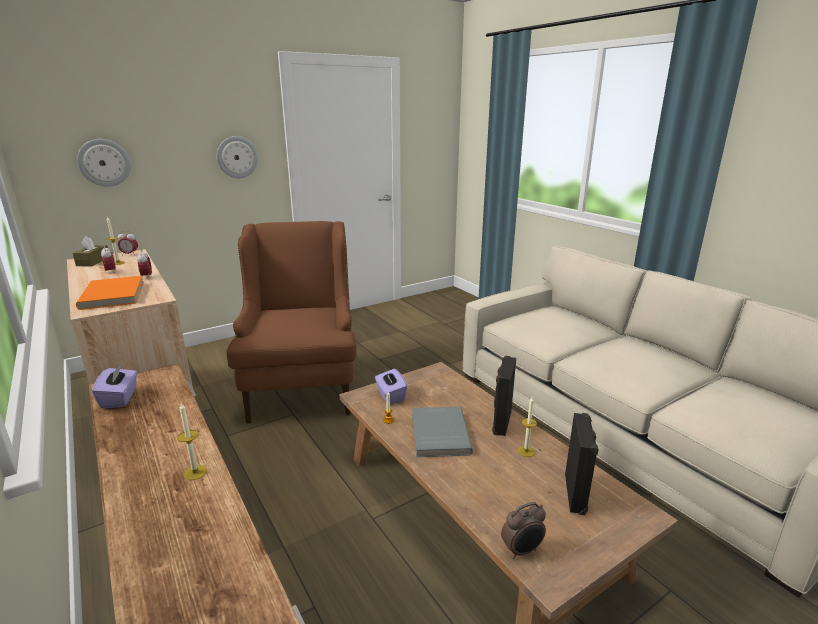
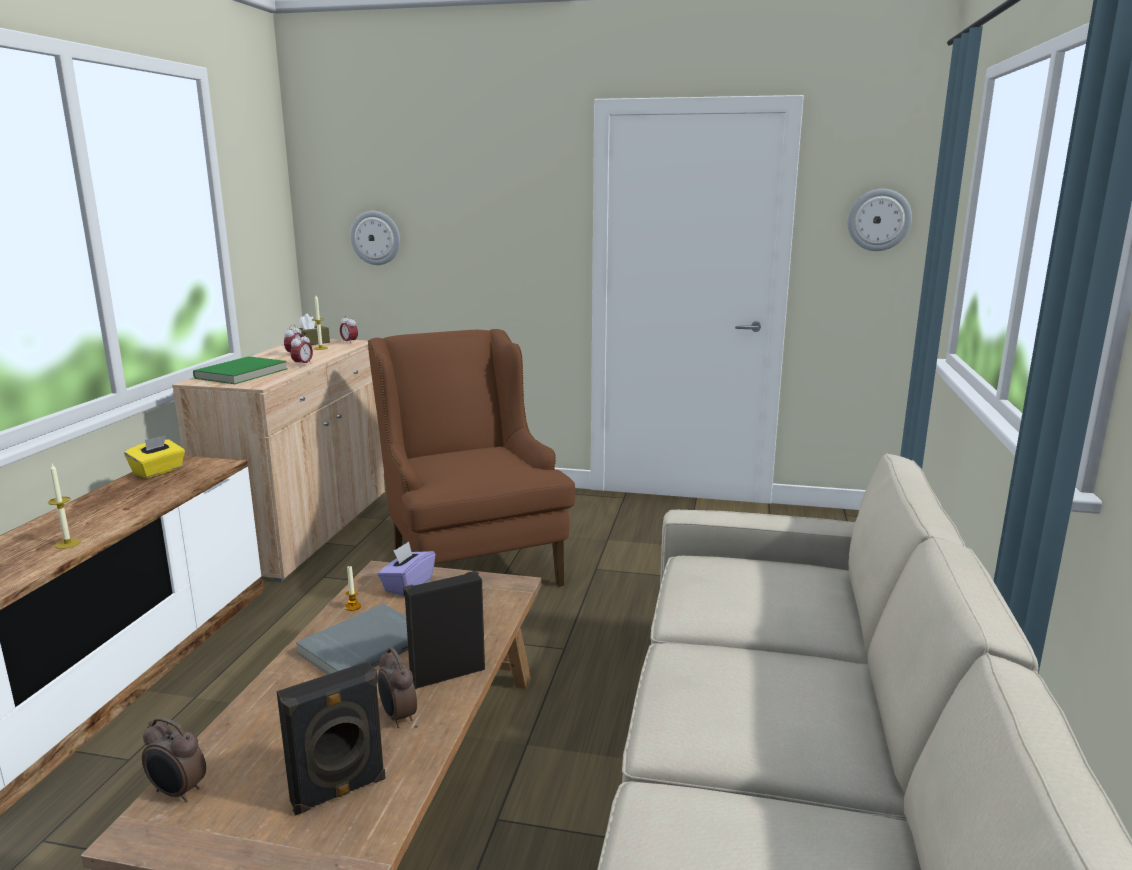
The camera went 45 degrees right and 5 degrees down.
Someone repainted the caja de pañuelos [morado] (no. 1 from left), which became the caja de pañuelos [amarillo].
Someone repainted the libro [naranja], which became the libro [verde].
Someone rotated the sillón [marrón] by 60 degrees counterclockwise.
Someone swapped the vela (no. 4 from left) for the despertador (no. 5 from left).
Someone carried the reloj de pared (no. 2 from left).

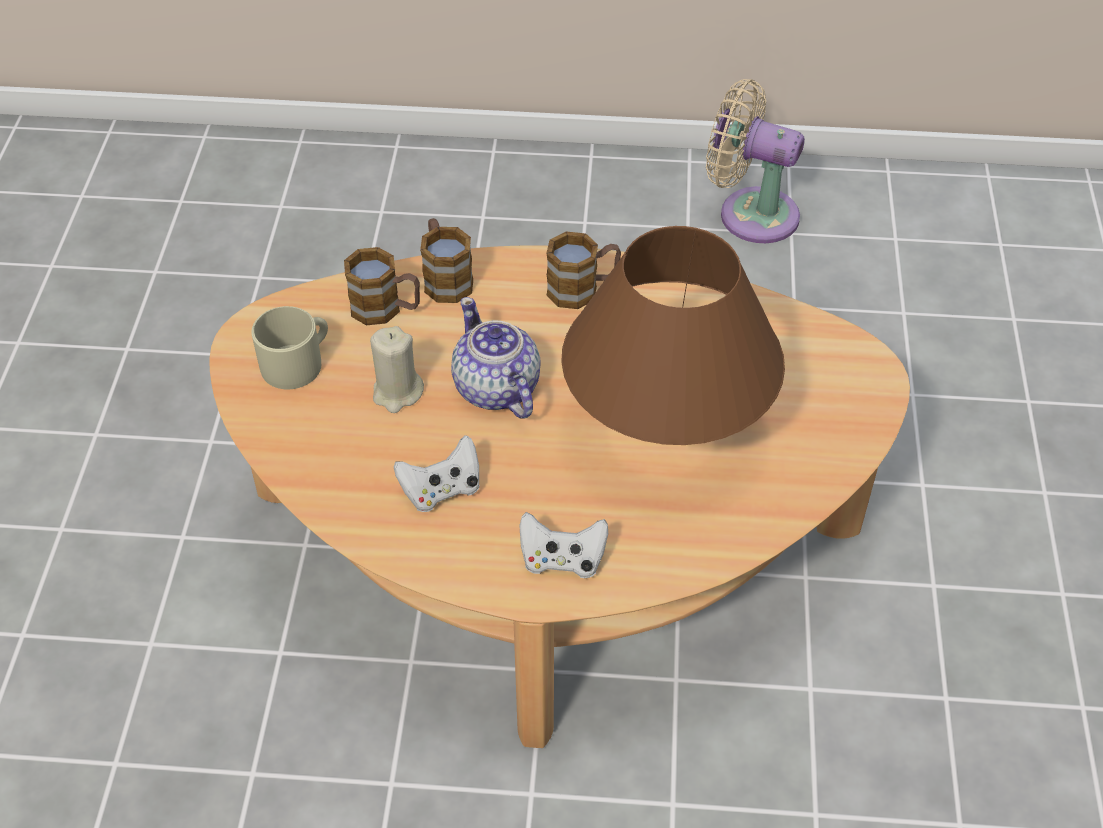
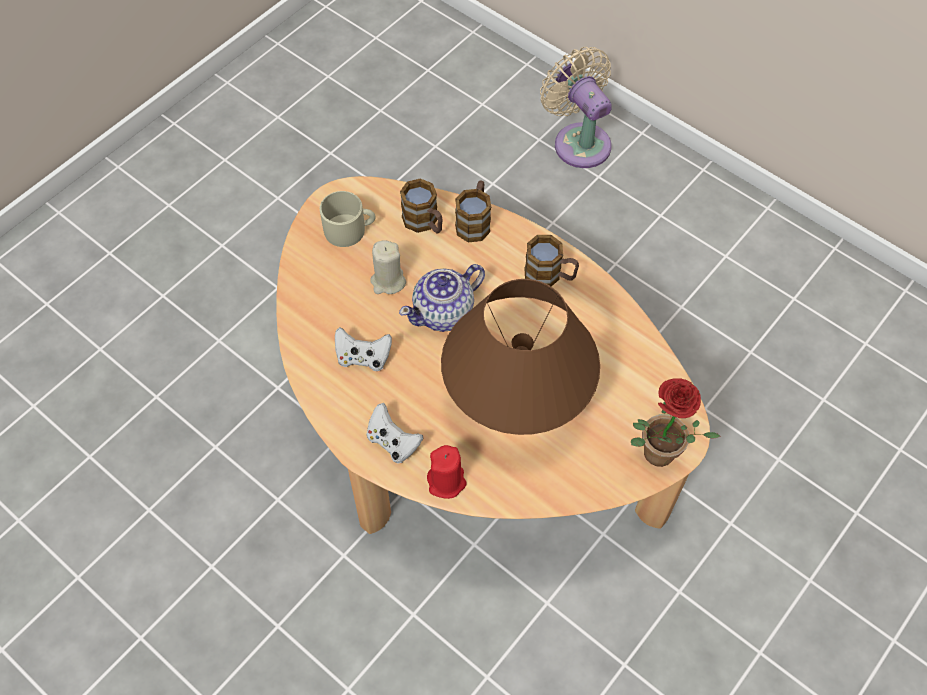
The camera went 35 degrees right and 10 degrees up.
Someone rotated the tetera by 135 degrees counterclockwise.
Someone put down the vela [rojo].
Someone carried the ventilador [beis].
Someone put down the planta en maceta.

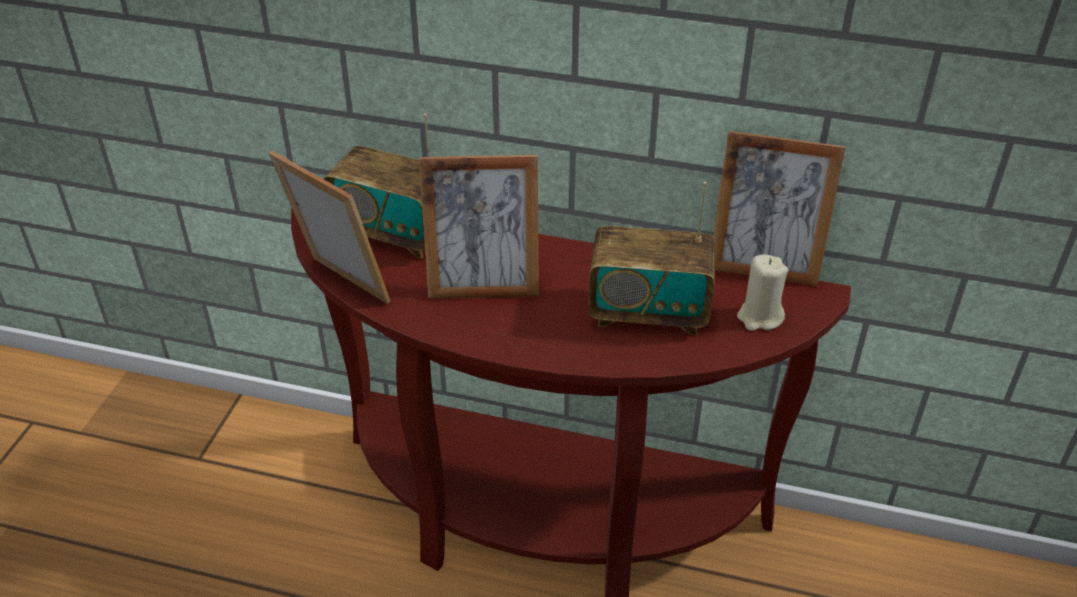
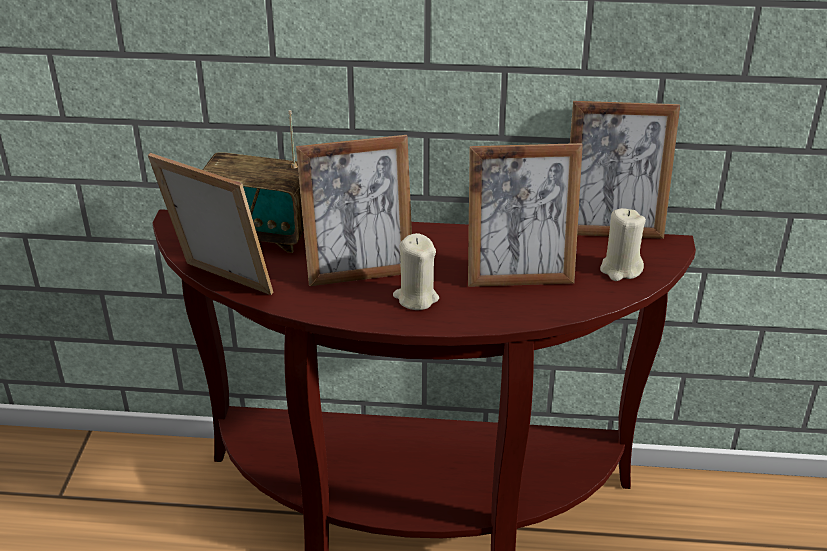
The camera went 10 degrees left and 5 degrees down.
Someone put down the vela [beis] (no. 1 from left).
Someone swapped the radio (no. 2 from left) for the portarretratos (no. 3 from left).

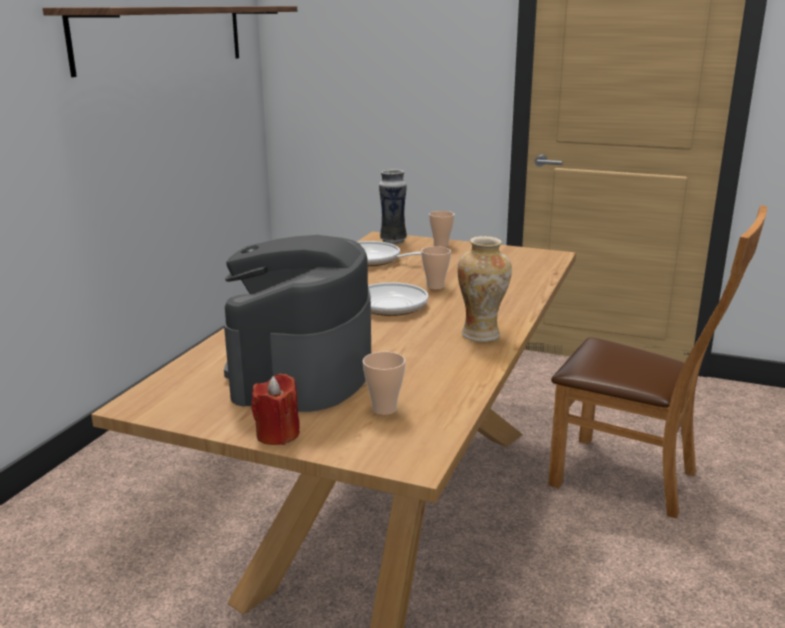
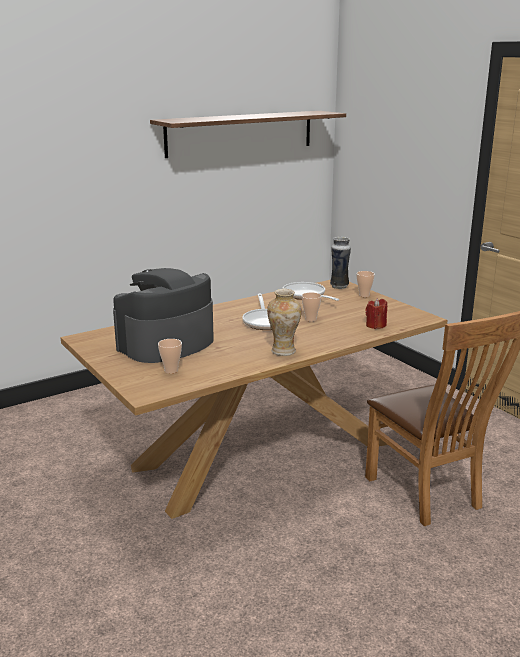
The camera went 35 degrees right and 0 degrees up.
Someone carried the vela [rojo].

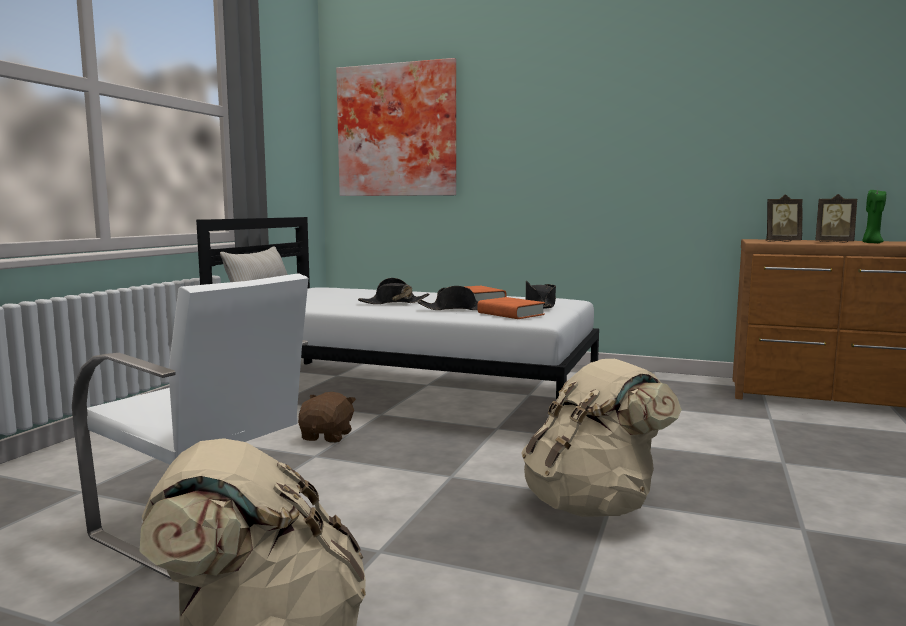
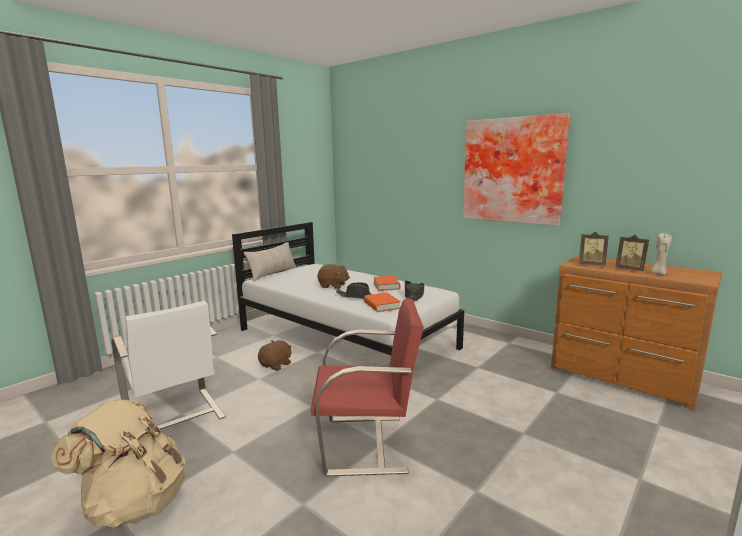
The camera went 20 degrees right and 5 degrees up.
Someone swapped the mochila [beis] (no. 2 from left) for the silla [rojo].
Someone swapped the sombrero [negro] (no. 1 from left) for the peluche [marrón] (no. 2 from left).
Someone carried the cuadro.
Someone repainted the vela [verde], which became the vela [beis].

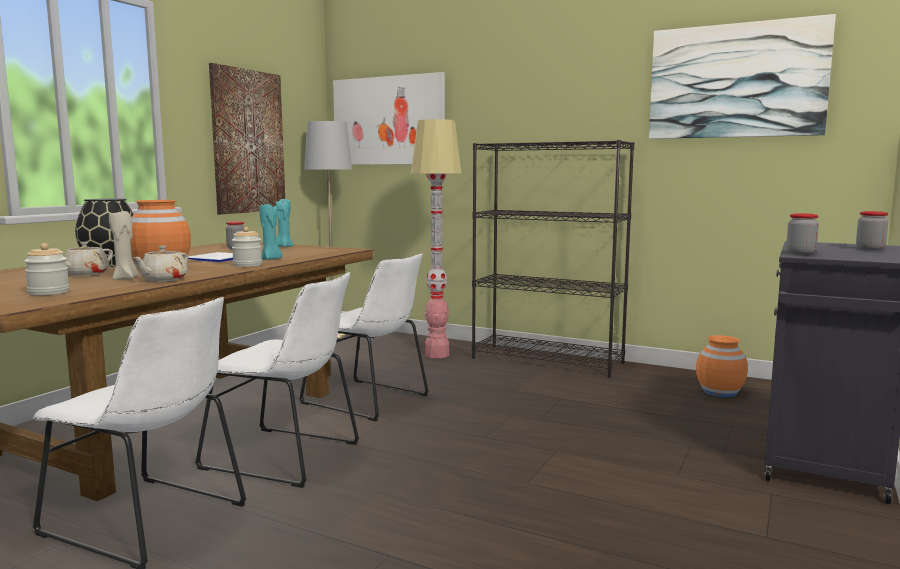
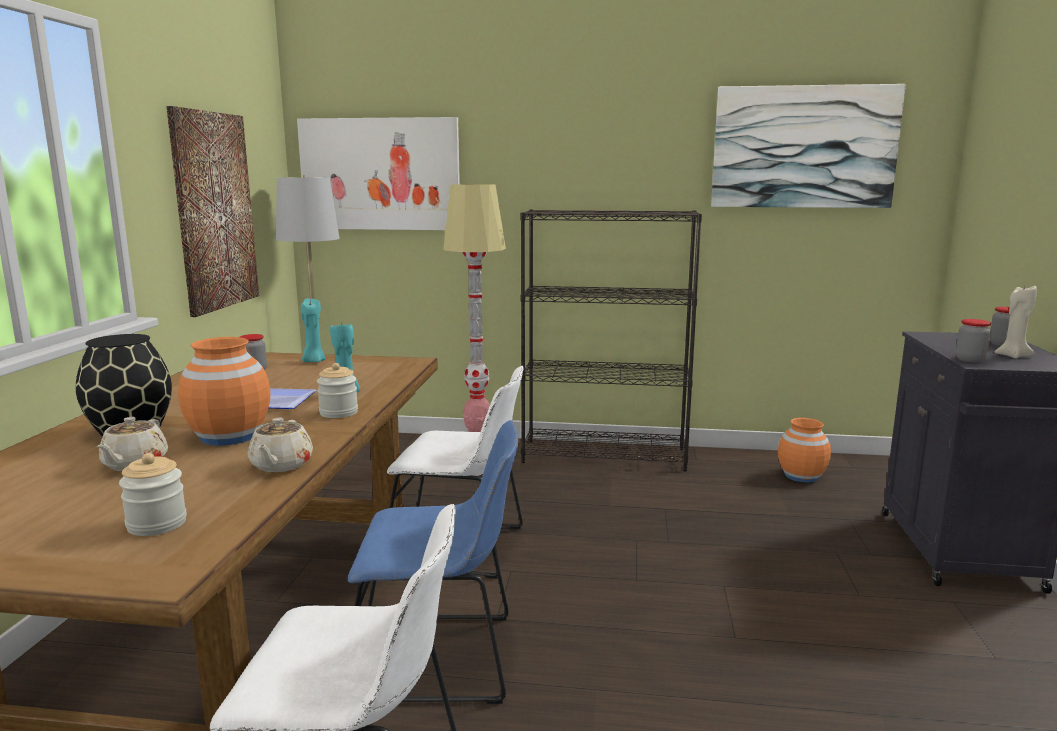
The camera went 20 degrees left and 5 degrees up.
Someone repainted the silla [blanco] (no. 2 from left), which became the silla [azul].
Someone carried the vela [beis].

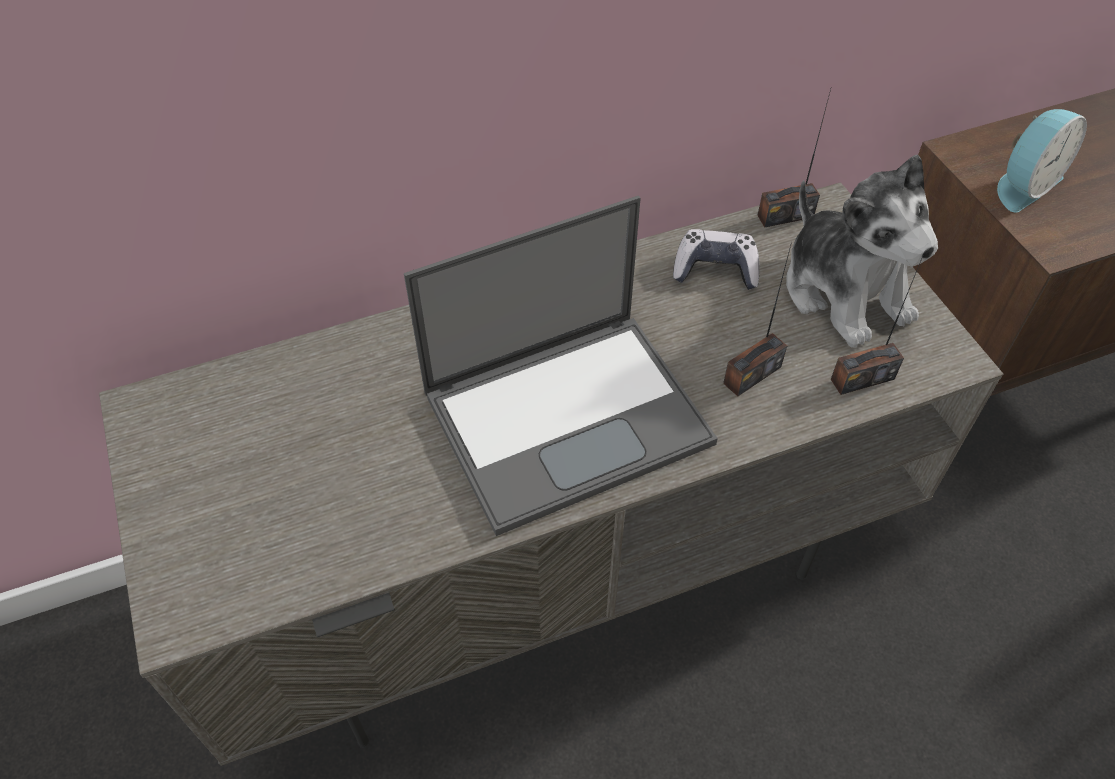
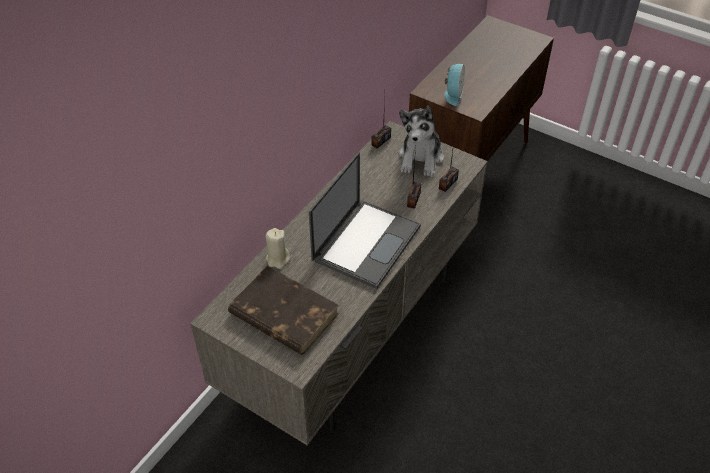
The camera went 35 degrees left and 5 degrees down.
Someone put down the libro [marrón].
Someone put down the vela [beis].
Someone rotated the peluche by 75 degrees clockwise.
Someone took away the mando de consola.

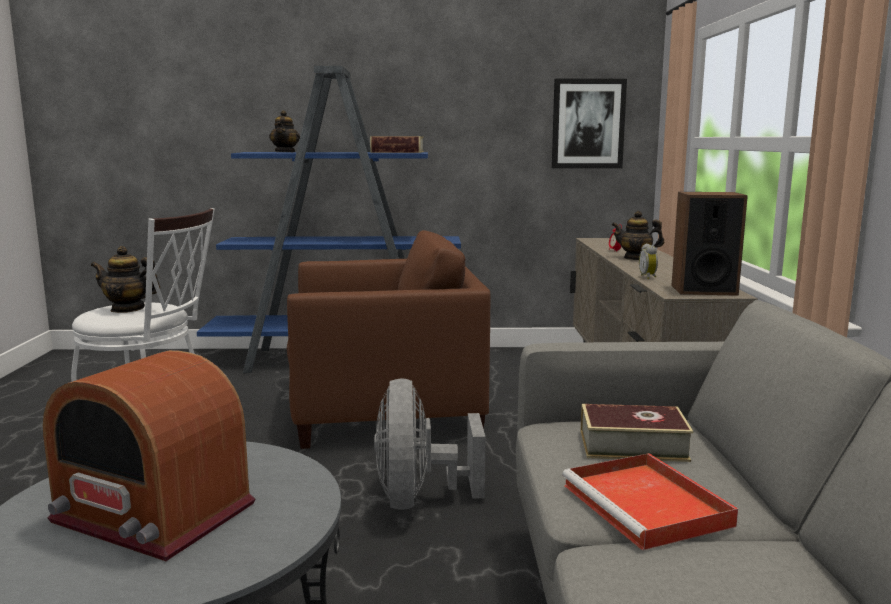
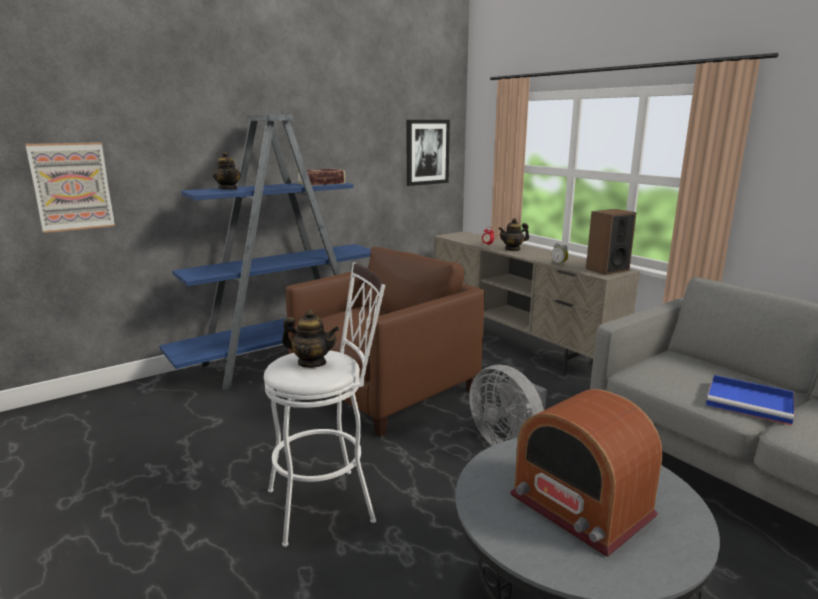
The camera went 35 degrees left and 5 degrees up.
Someone put up the cuadro (no. 1 from left).
Someone rotated the tetera (no. 1 from left in the first image) by 135 degrees counterclockwise.
Someone rotated the radio by 60 degrees clockwise.
Someone repainted the bandeja [rojo], which became the bandeja [azul].
Someone took away the libro (no. 2 from left).

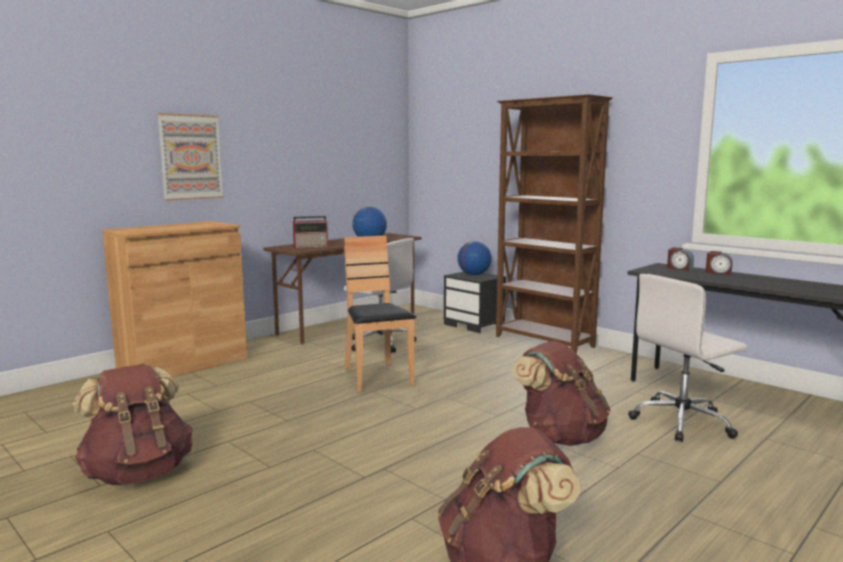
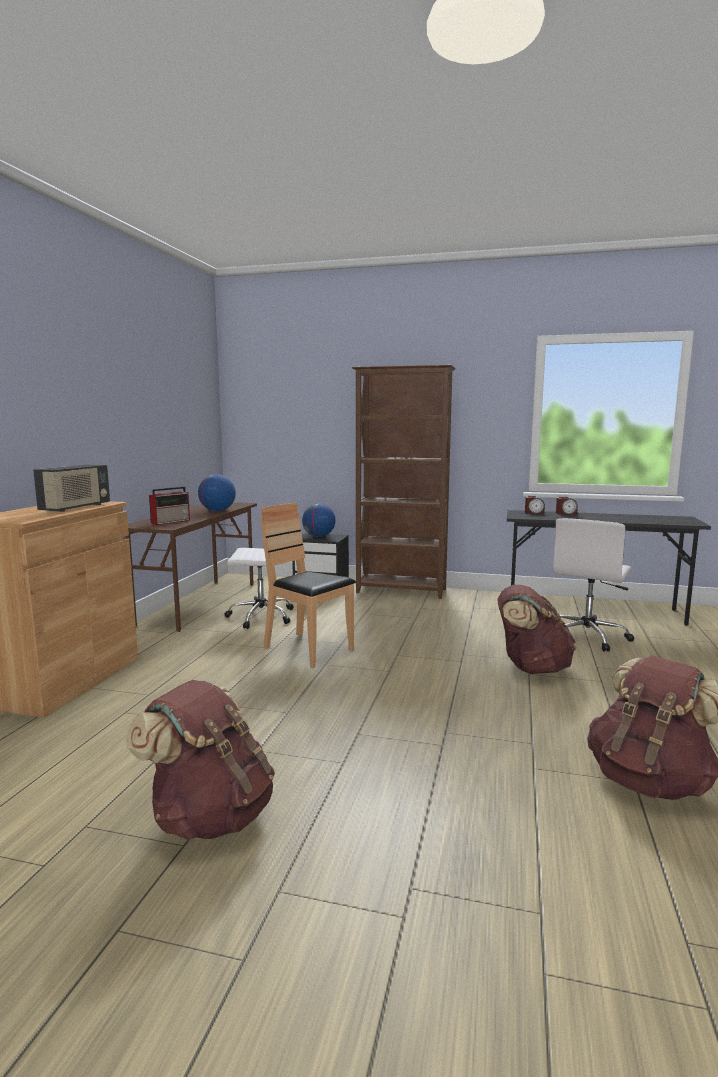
The camera went 30 degrees left and 0 degrees up.
Someone put down the radio (no. 1 from left).
Someone took away the cuadro.

